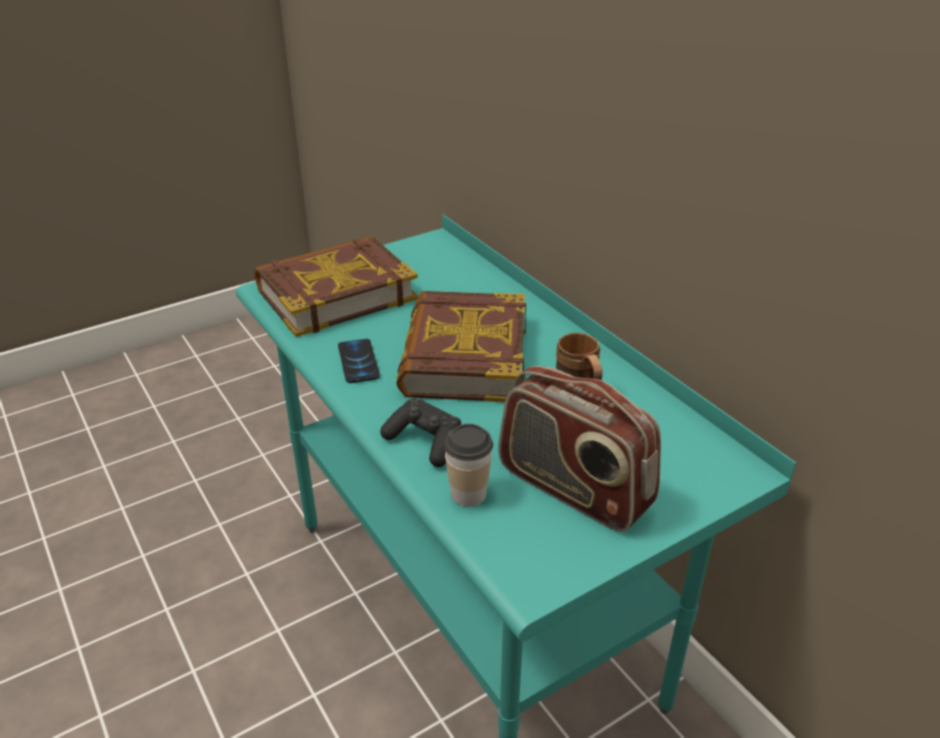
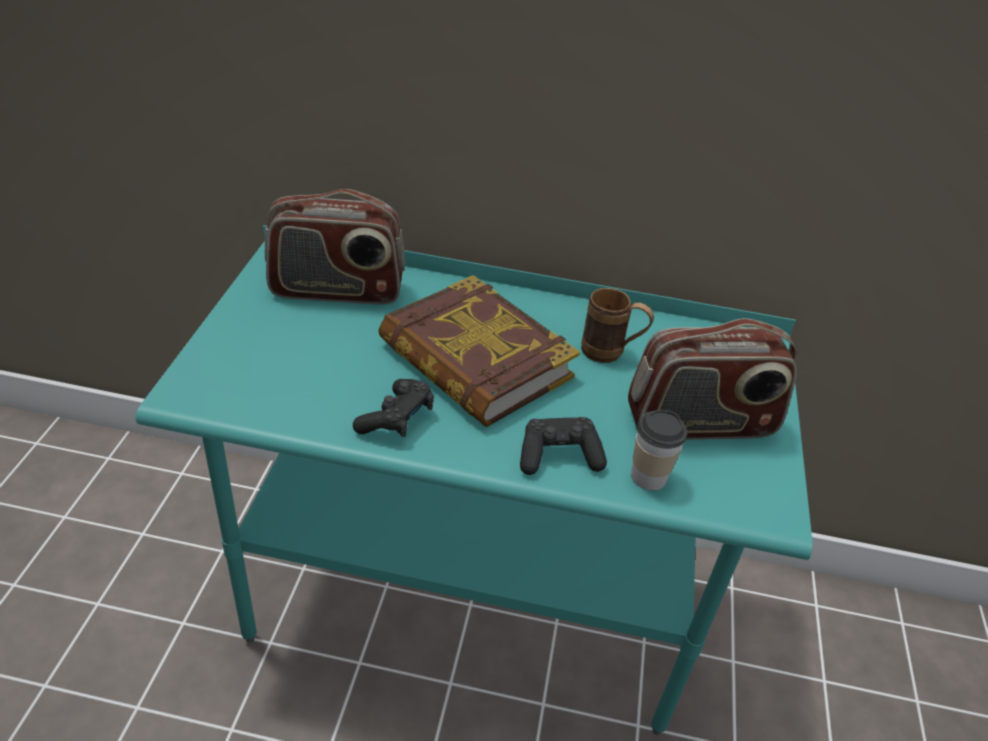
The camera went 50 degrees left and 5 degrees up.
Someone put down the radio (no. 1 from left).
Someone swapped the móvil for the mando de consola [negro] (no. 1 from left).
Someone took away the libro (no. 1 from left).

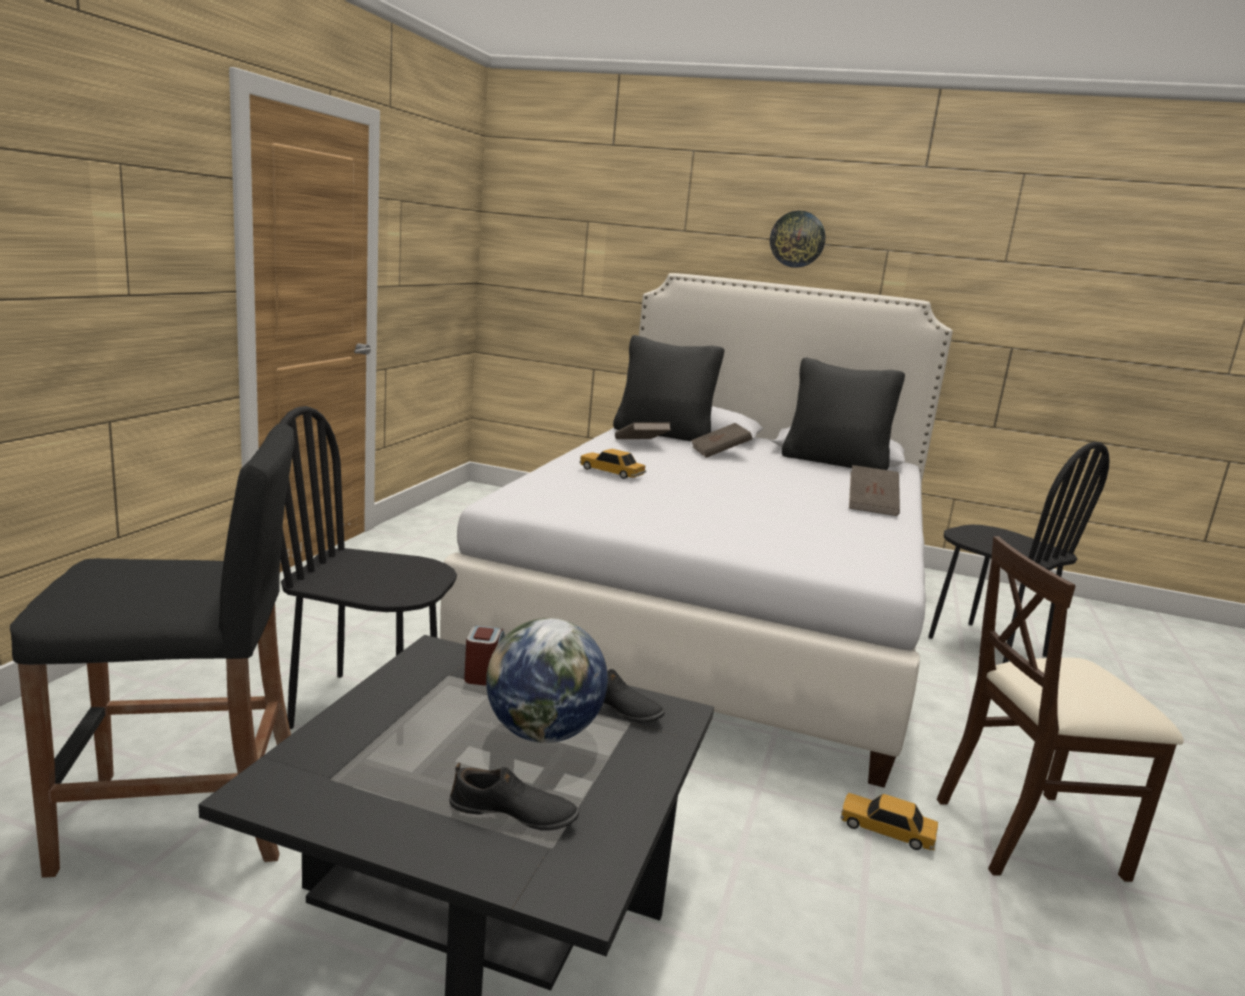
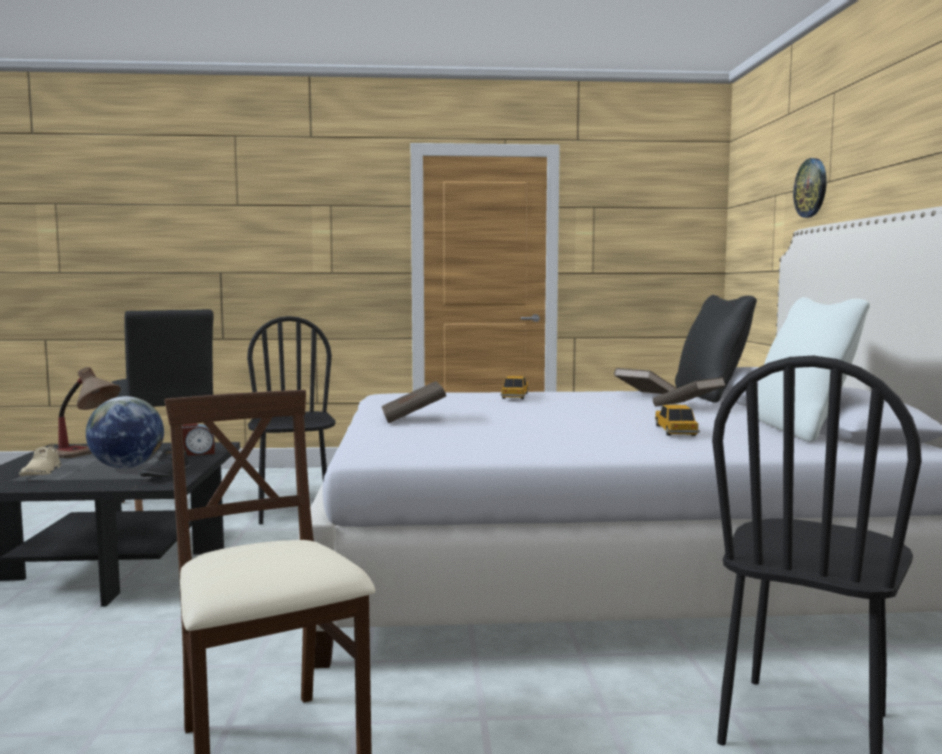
The camera went 70 degrees right and 10 degrees down.
Someone repainted the zapato [negro] (no. 1 from left), which became the zapato [beis].
Someone put down the lámpara de mesa.
Someone carried the libro [marrón] (no. 3 from left in the first image).
Someone carried the coche de juguete (no. 2 from left).
Someone repainted the cojín [negro] (no. 2 from left), which became the cojín [blanco].
Someone carried the reloj de pared.

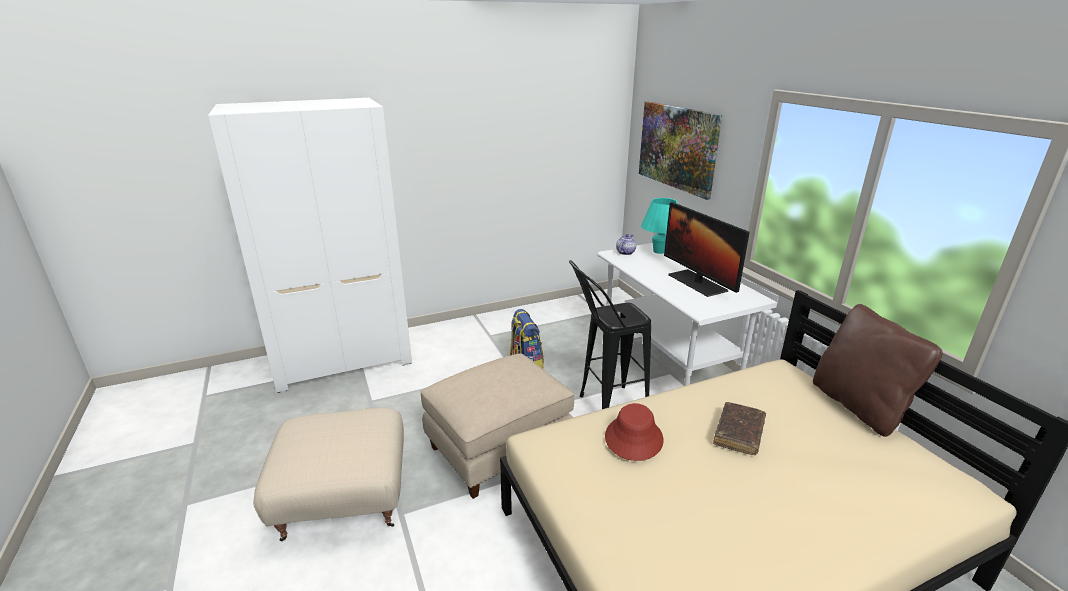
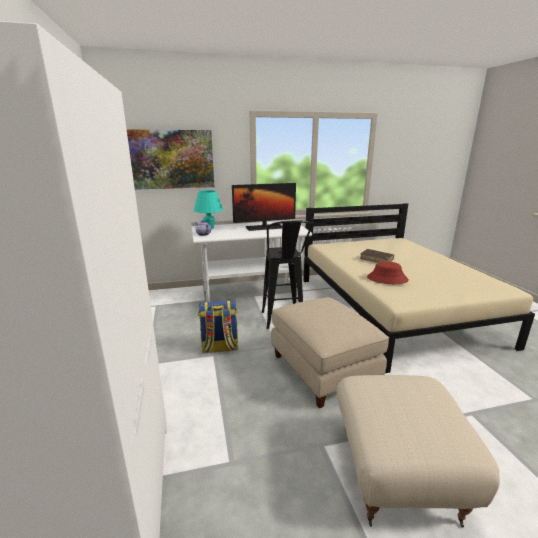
The camera went 80 degrees left and 5 degrees down.
Someone took away the cojín [marrón].

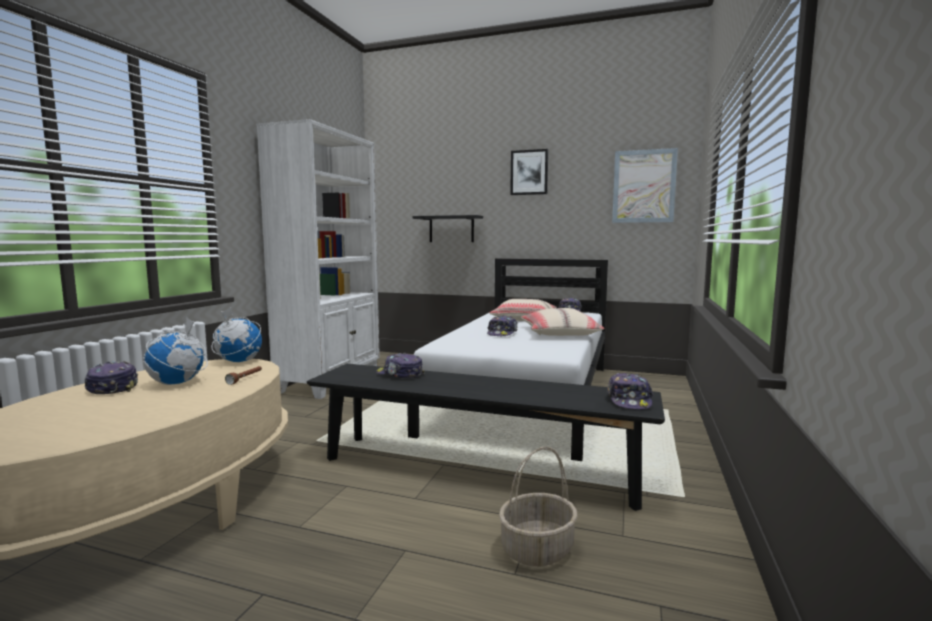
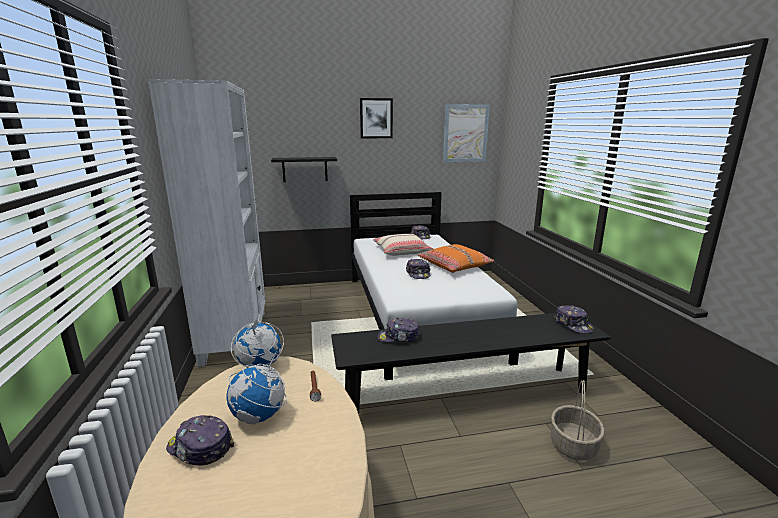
The camera went 30 degrees left and 10 degrees up.
Someone repainted the cojín [beis] (no. 2 from left), which became the cojín [naranja].

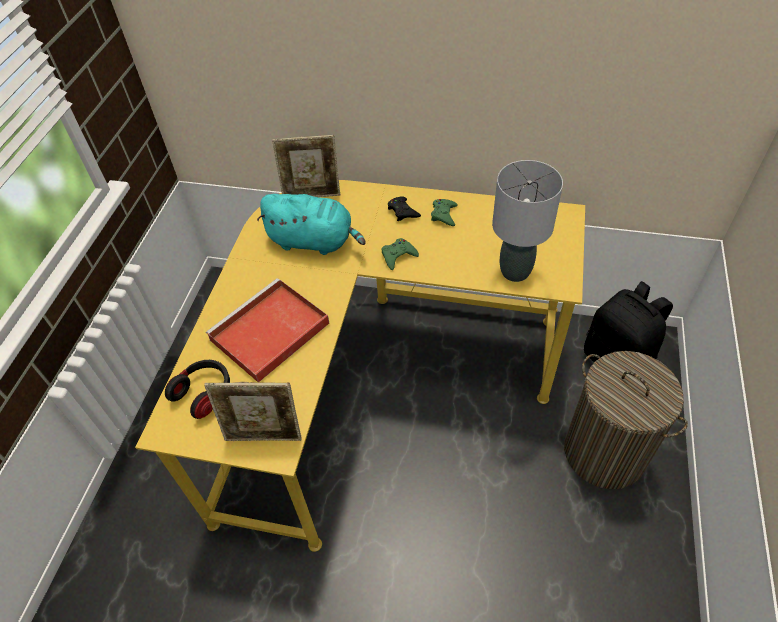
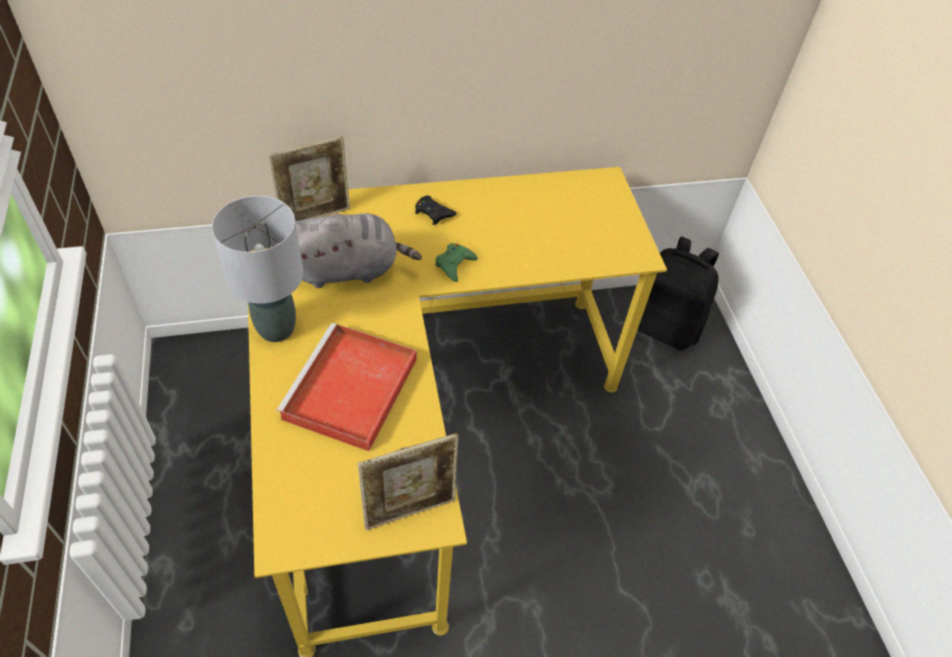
The camera went 30 degrees left and 0 degrees up.
Someone carried the lámpara de mesa [gris].
Someone repainted the peluche [turquesa], which became the peluche [gris].
Someone took away the auriculares.
Someone took away the mando de consola [verde] (no. 2 from left).
Someone took away the cesto de la ropa.

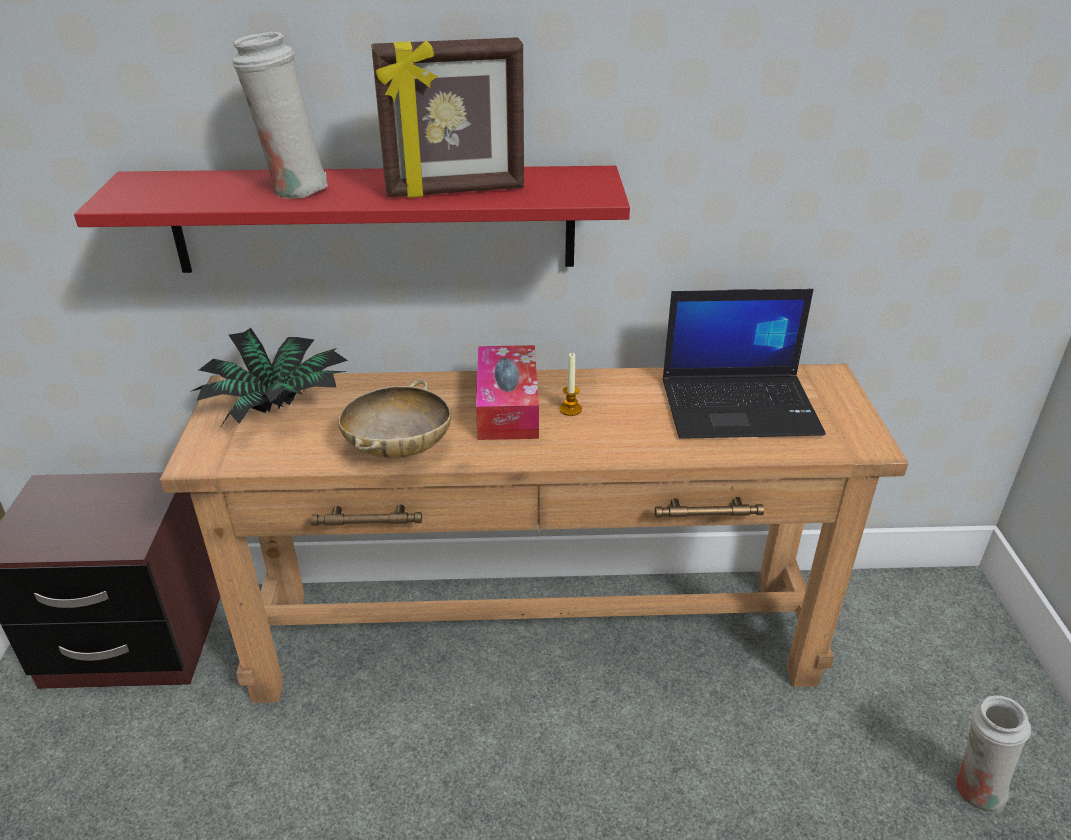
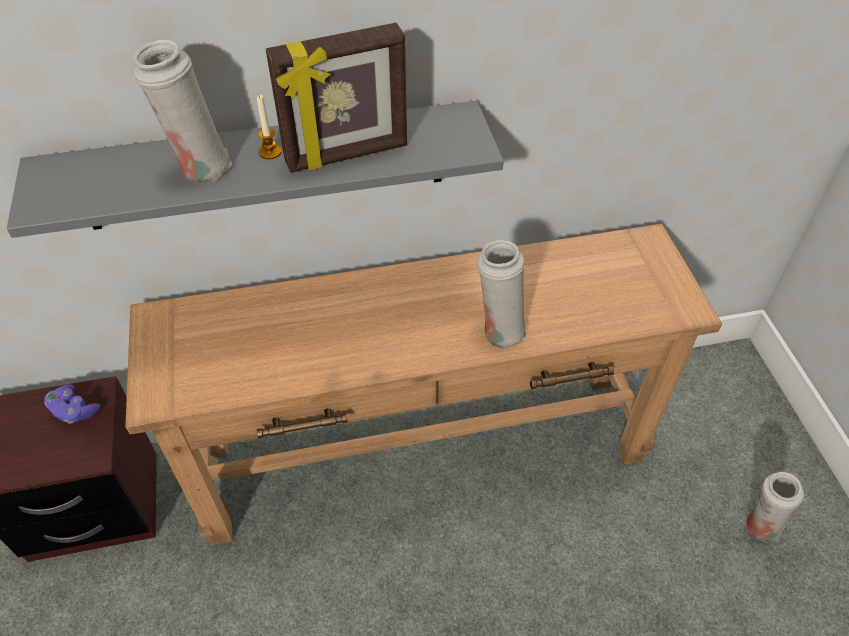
The camera went 10 degrees left and 15 degrees up.
Someone repainted the estante [rojo], which became the estante [gris].
Someone put down the mando de consola [morado].
Someone carried the vela.
Someone put down the florero [blanco] (no. 2 from left).
Someone took away the planta en maceta.
Someone took away the cuenco [beis].
Someone took away the caja de pañuelos.
Someone took away the portátil.

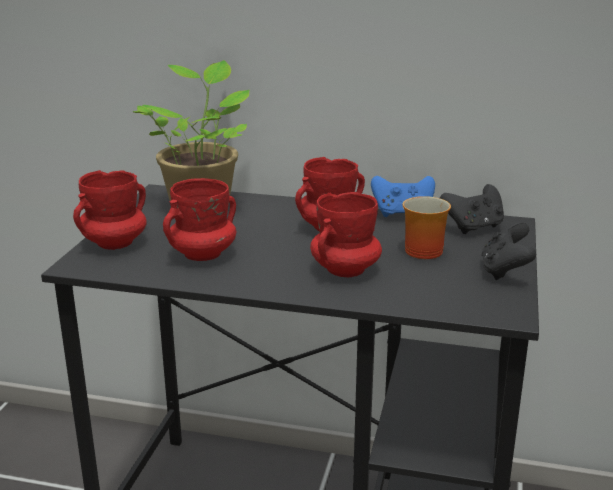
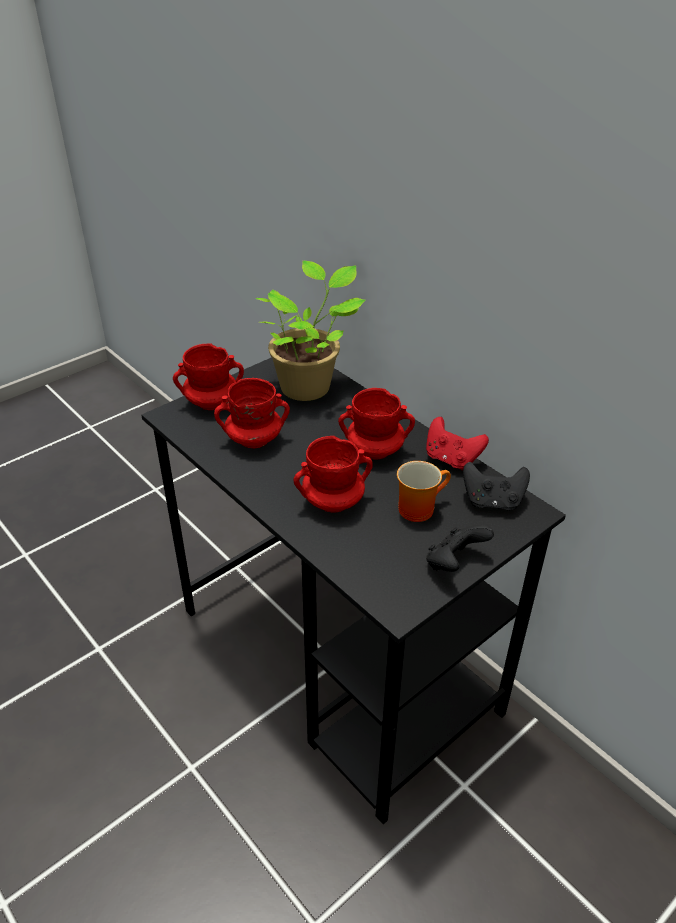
The camera went 35 degrees right and 15 degrees up.
Someone repainted the mando de consola [azul], which became the mando de consola [rojo].

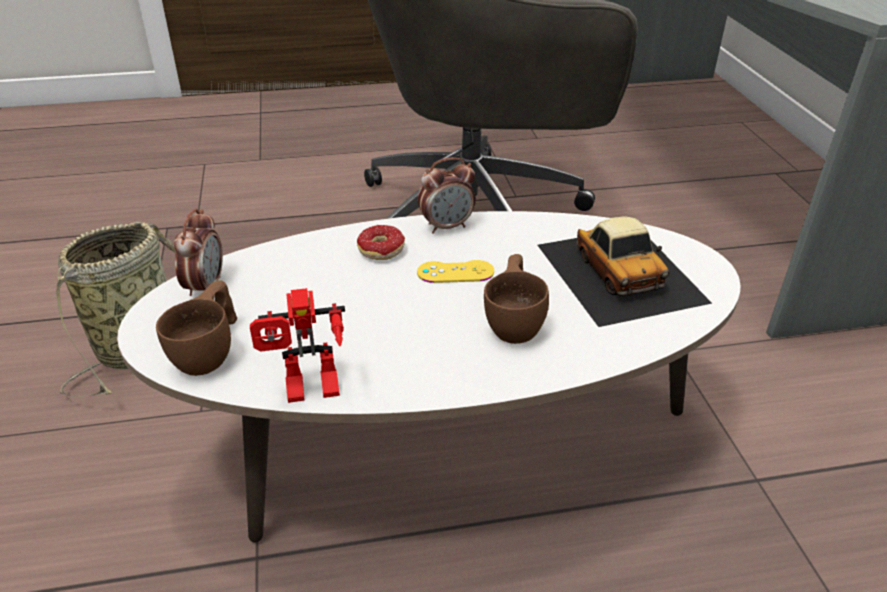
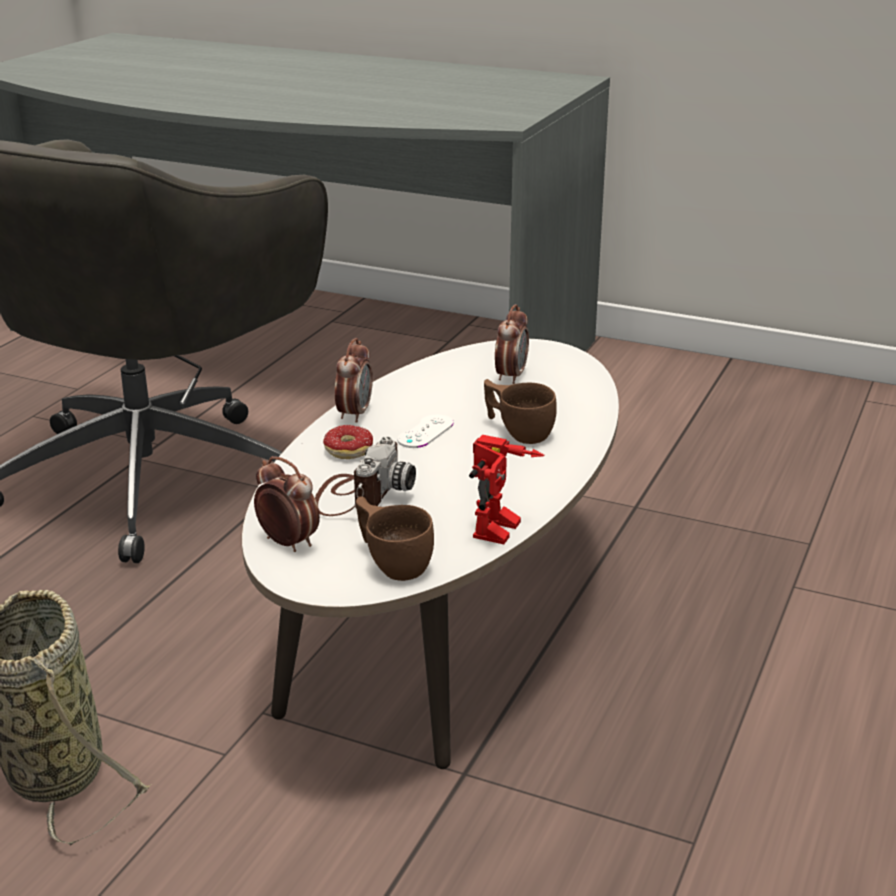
The camera went 55 degrees left and 10 degrees down.
Someone put down the cámara.
Someone repainted the mando de consola [amarillo], which became the mando de consola [blanco].
Someone swapped the coche de juguete for the despertador (no. 3 from left).

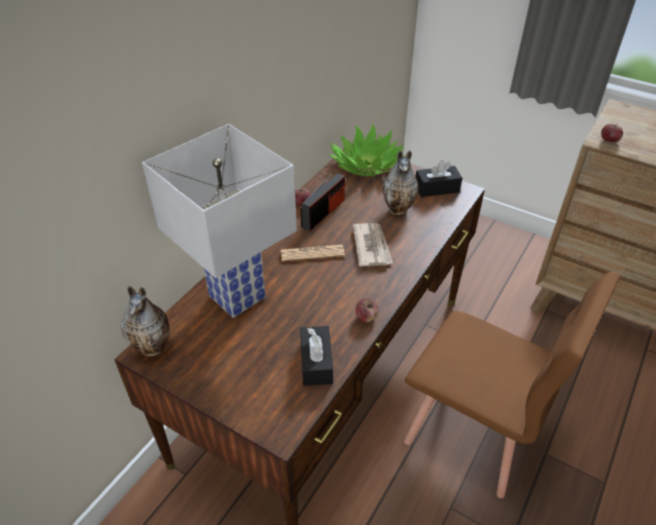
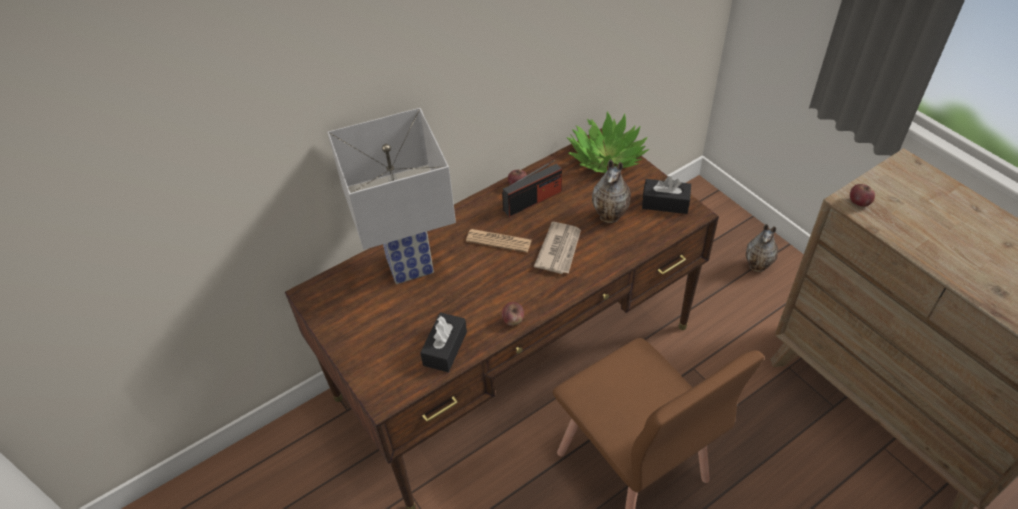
The camera went 25 degrees right and 5 degrees up.
Someone carried the florero (no. 1 from left in the first image).

